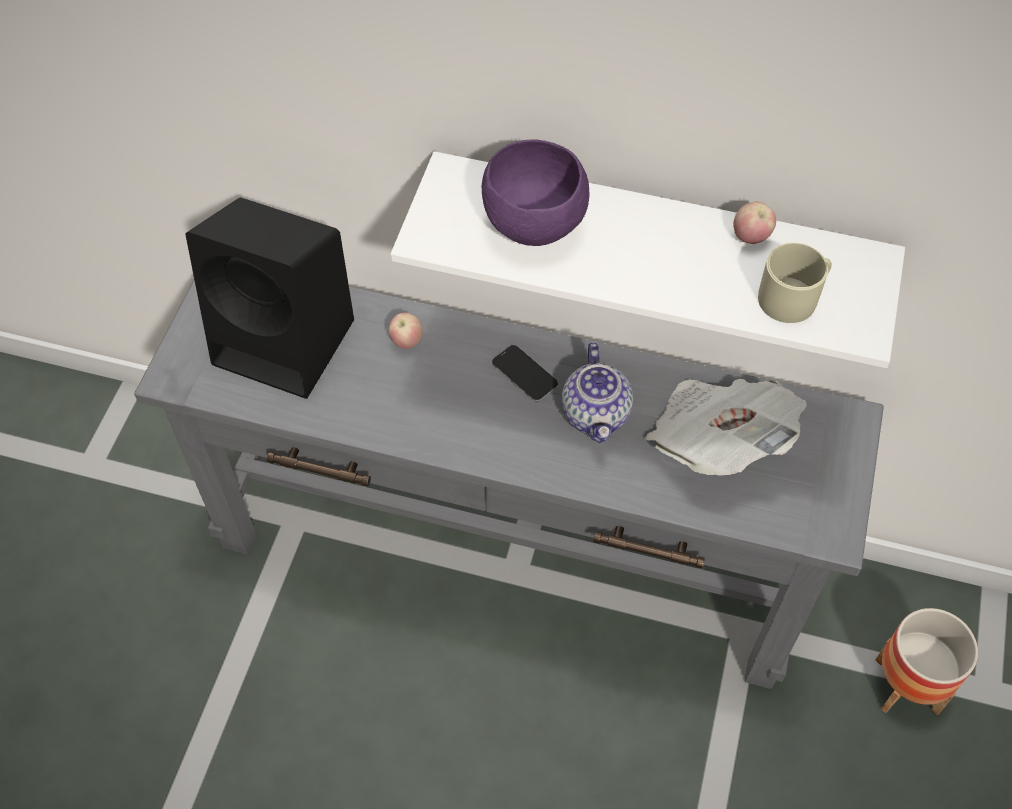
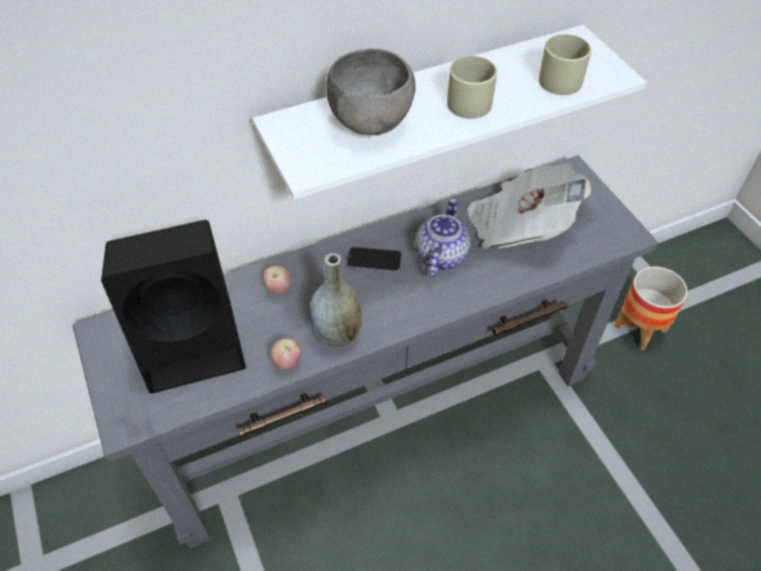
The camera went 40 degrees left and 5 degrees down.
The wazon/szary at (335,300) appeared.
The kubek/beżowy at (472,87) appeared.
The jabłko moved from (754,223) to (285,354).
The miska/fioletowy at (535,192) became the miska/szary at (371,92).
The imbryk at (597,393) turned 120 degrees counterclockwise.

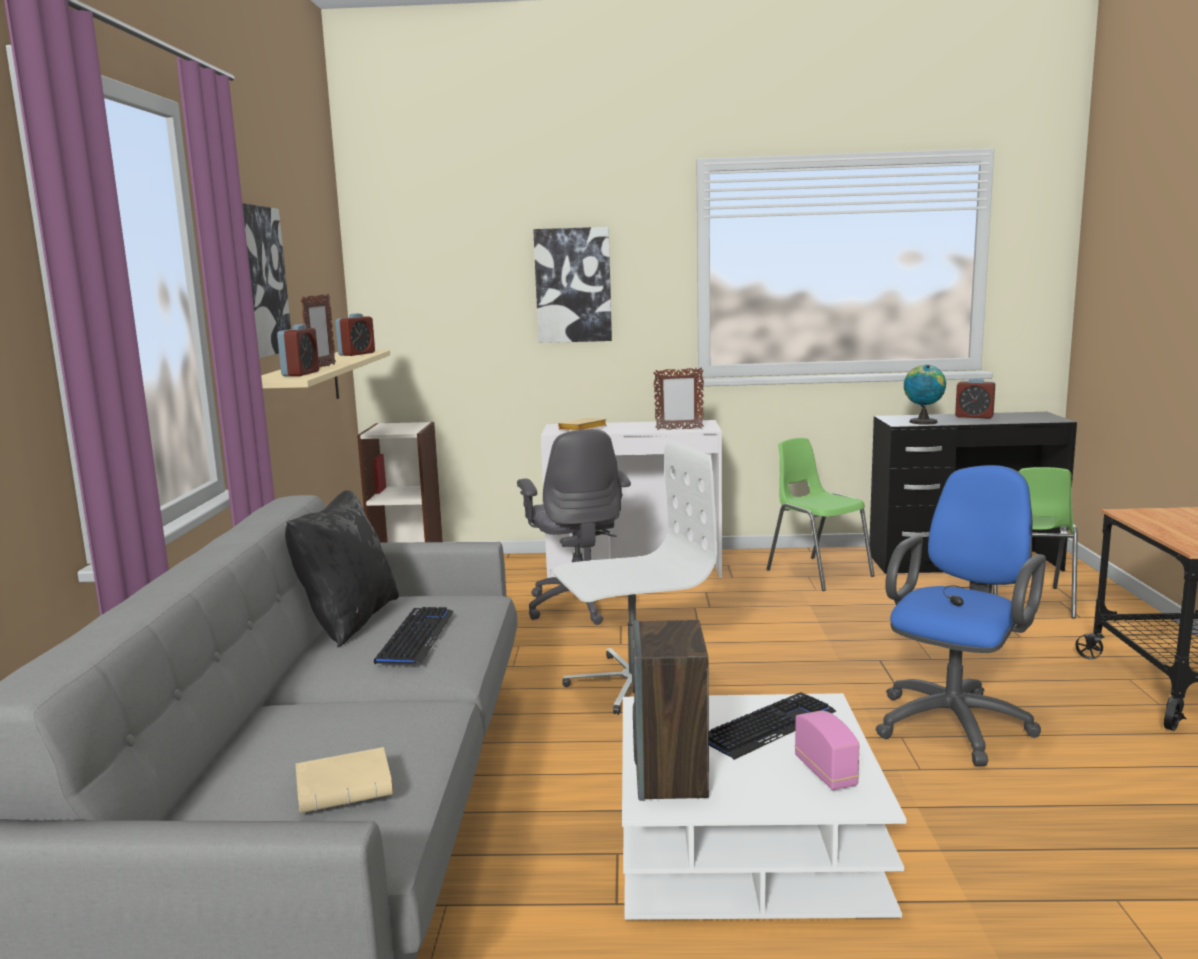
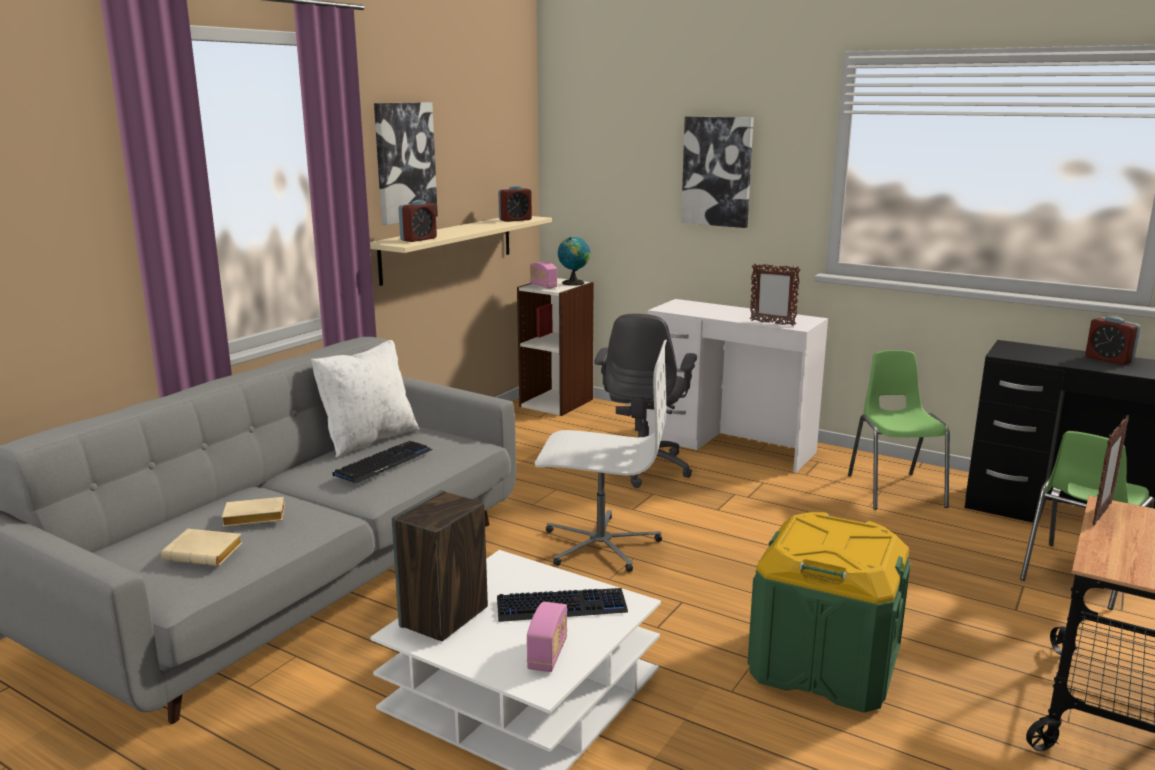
The camera went 30 degrees right and 5 degrees up.
The radio at (543,275) appeared.
The ramka na zdjęcie moved from (318,330) to (1111,470).
The książka/beżowy moved from (582,424) to (253,512).
The globus moved from (925,395) to (574,261).
The krzesło biurowe/niebieski at (960,615) was replaced by the pojemnik do przechowywania/zielony at (829,612).
The poduszka/czarny at (342,568) became the poduszka/biały at (365,399).

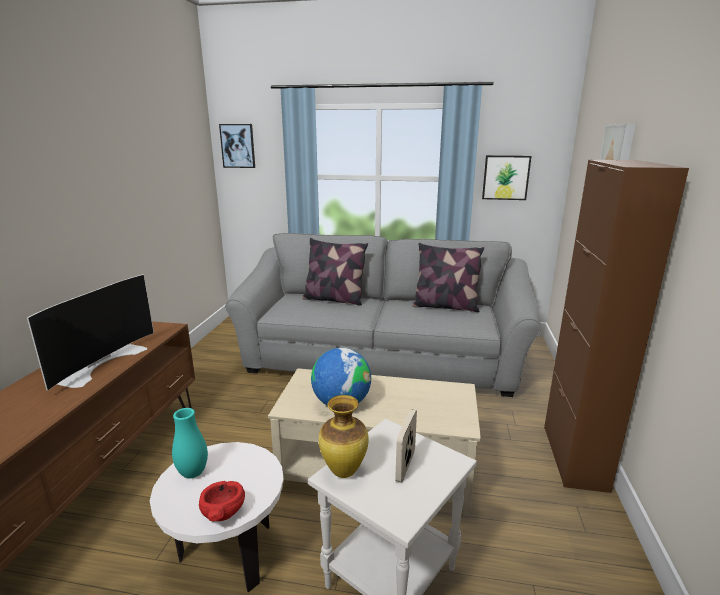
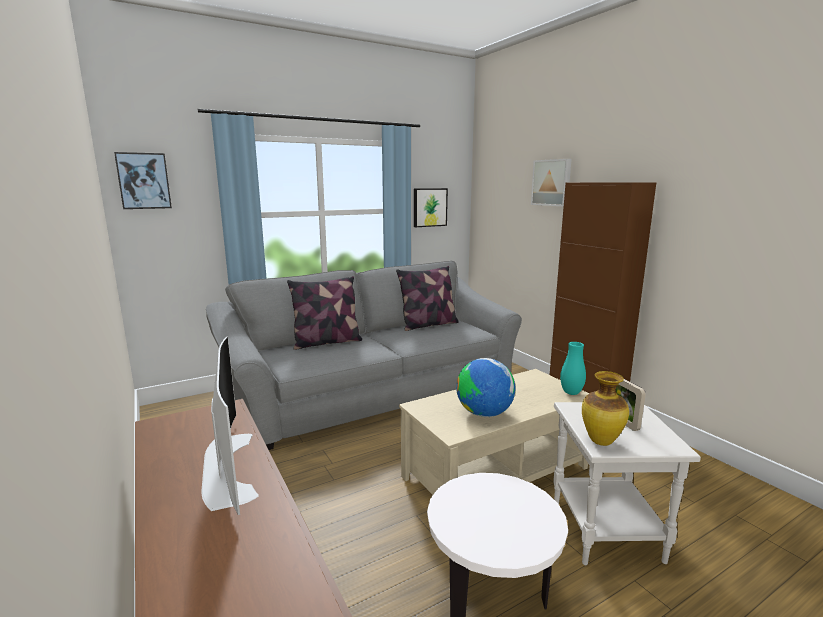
The camera went 40 degrees left and 5 degrees down.
The miska/czerwony at (222,501) disappeared.
The wazon/turkusowy moved from (190,443) to (573,368).

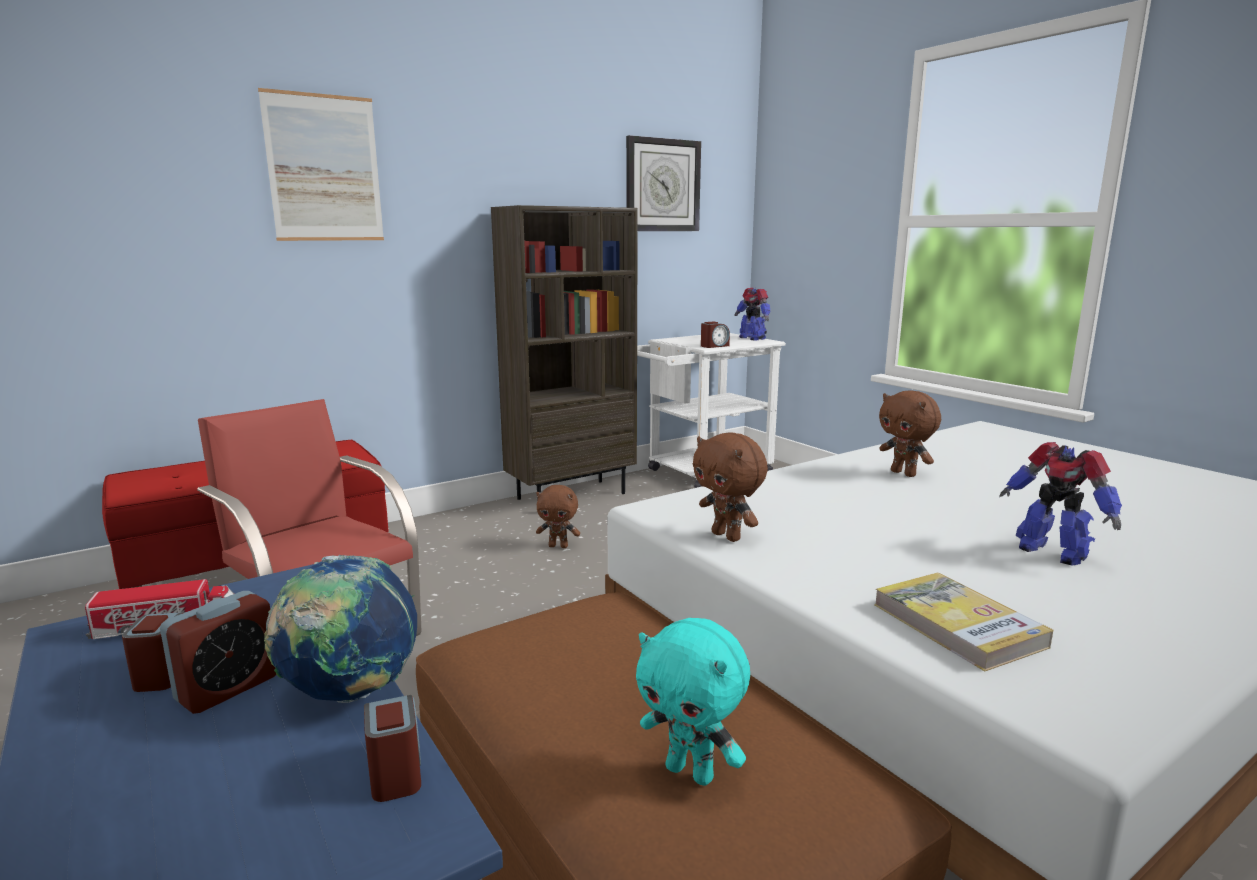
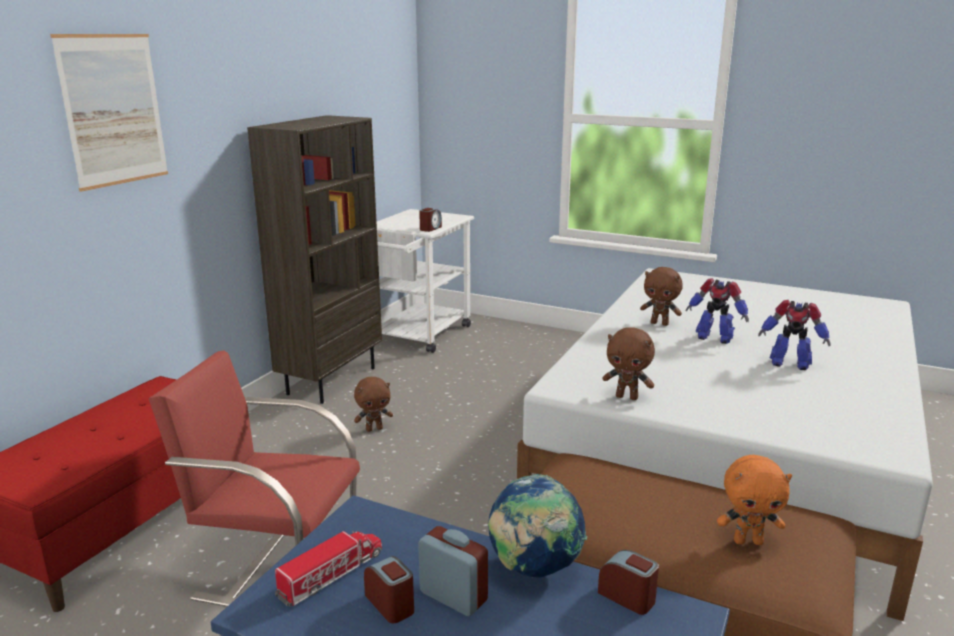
The camera went 30 degrees left and 5 degrees up.
The zegar ścienny at (663,183) disappeared.
The książka at (963,622) disappeared.
The robot zabawkowy moved from (752,313) to (717,311).
The pluszak/turkusowy at (693,702) became the pluszak/pomarańczowy at (754,500).
The budzik at (218,652) turned 60 degrees counterclockwise.

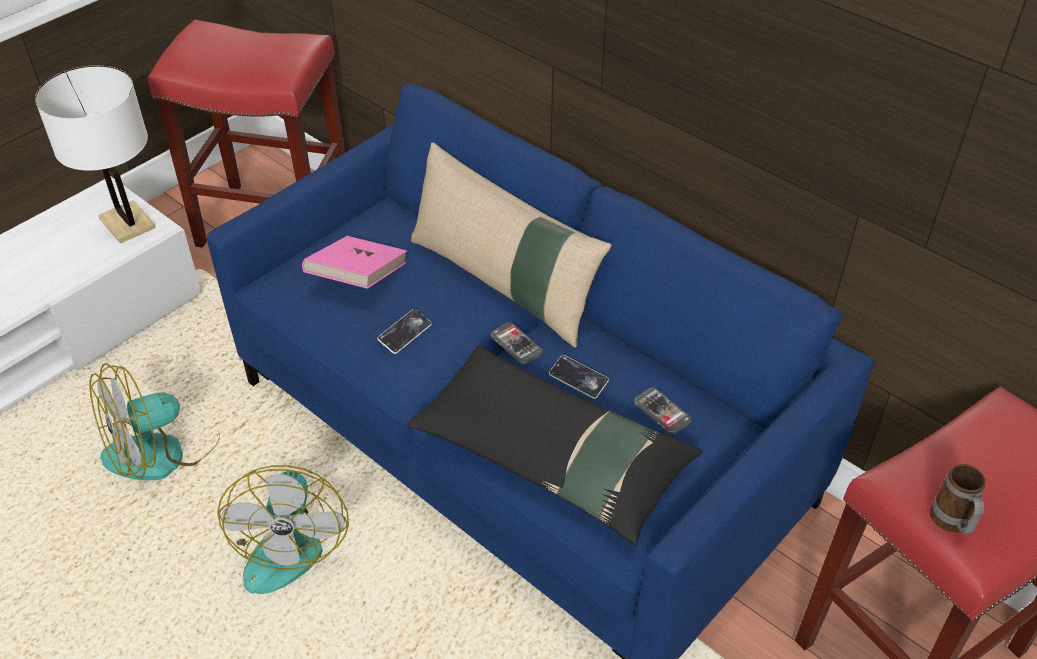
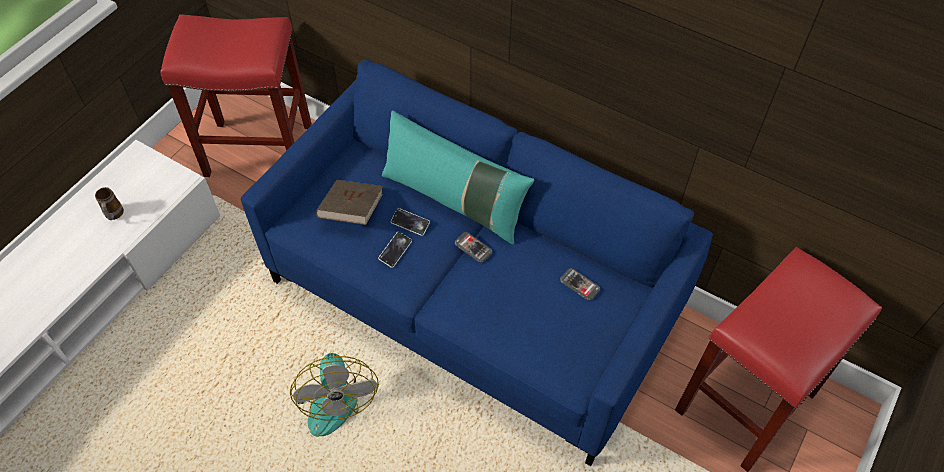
The camera went 10 degrees left and 10 degrees up.
The lampa stołowa/biały at (95,154) disappeared.
The wentylator at (154,421) disappeared.
The poduszka/czarny at (554,445) disappeared.
The telefon moved from (579,377) to (410,222).
The kubek moved from (958,499) to (109,203).
The książka/różowy at (354,262) became the książka/brązowy at (349,202).
The poduszka/beżowy at (511,245) became the poduszka/turkusowy at (458,178).

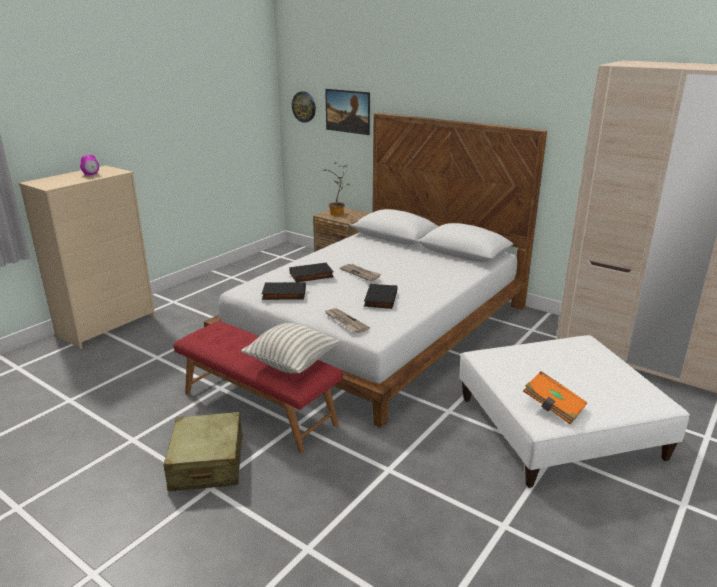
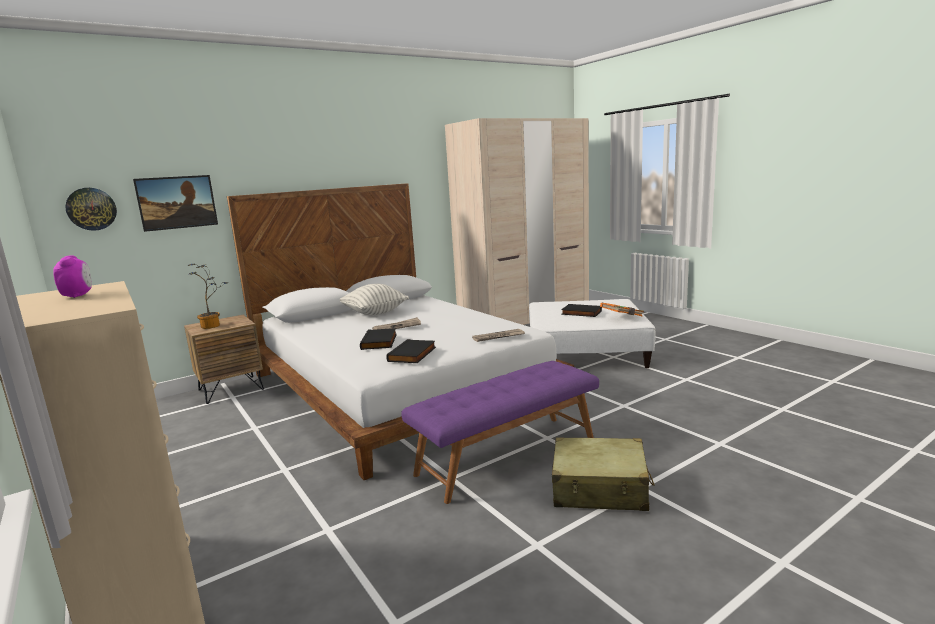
The camera went 70 degrees left and 10 degrees down.
The poduszka moved from (290,348) to (374,299).
The książka/czarny moved from (381,296) to (581,310).
The ławka/czerwony at (258,387) became the ławka/fioletowy at (500,432).

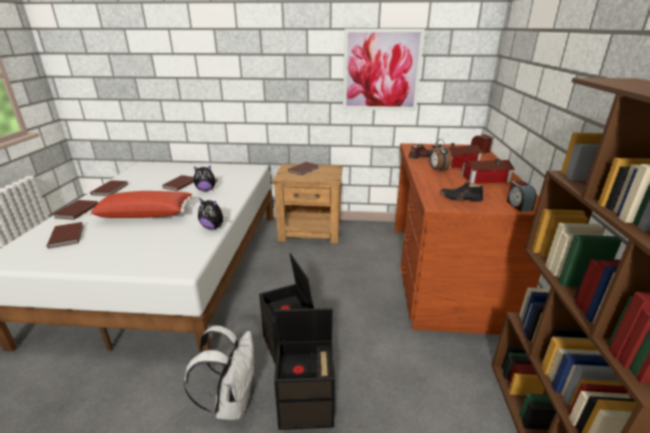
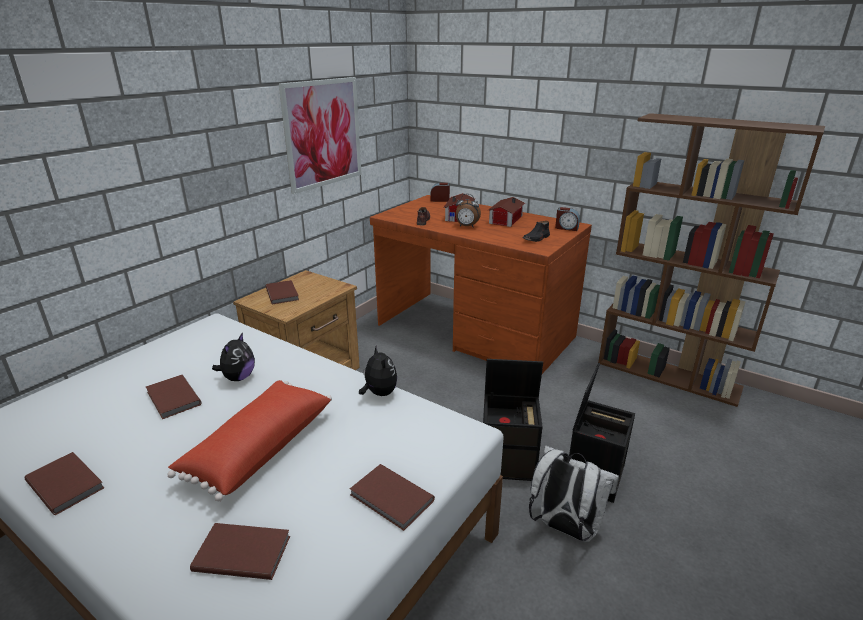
The camera went 60 degrees left and 0 degrees up.
The książka/brązowy moved from (76,210) to (392,497).
The pluszak at (213,214) turned 75 degrees counterclockwise.

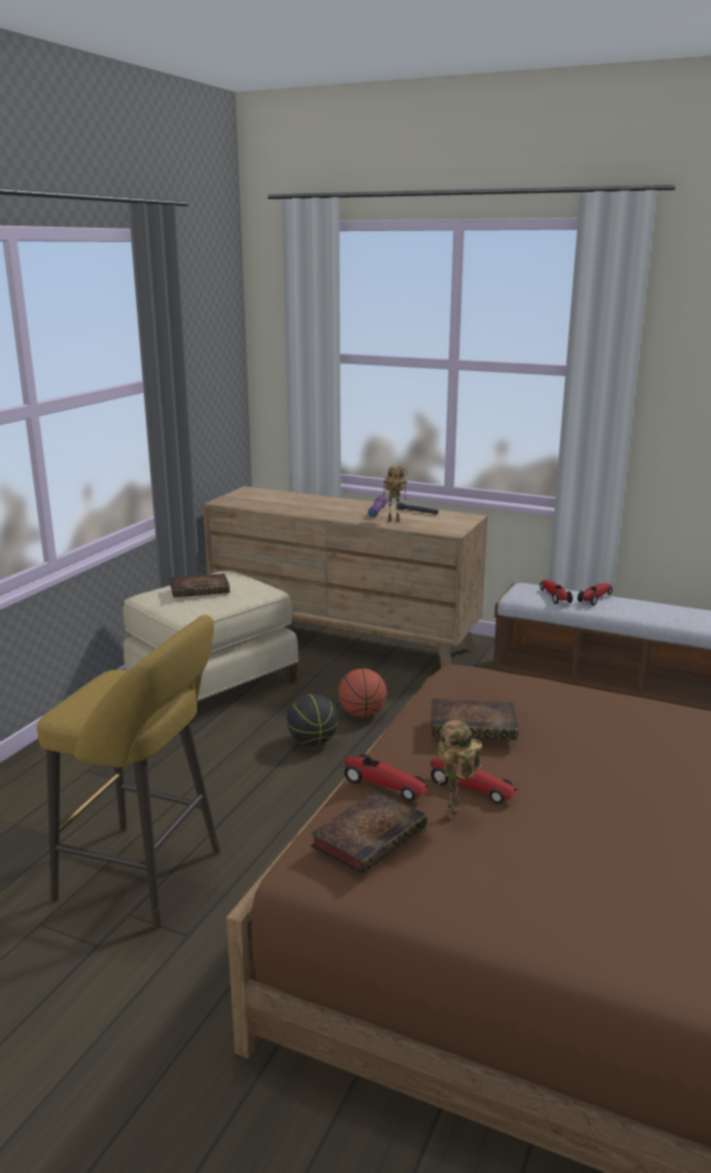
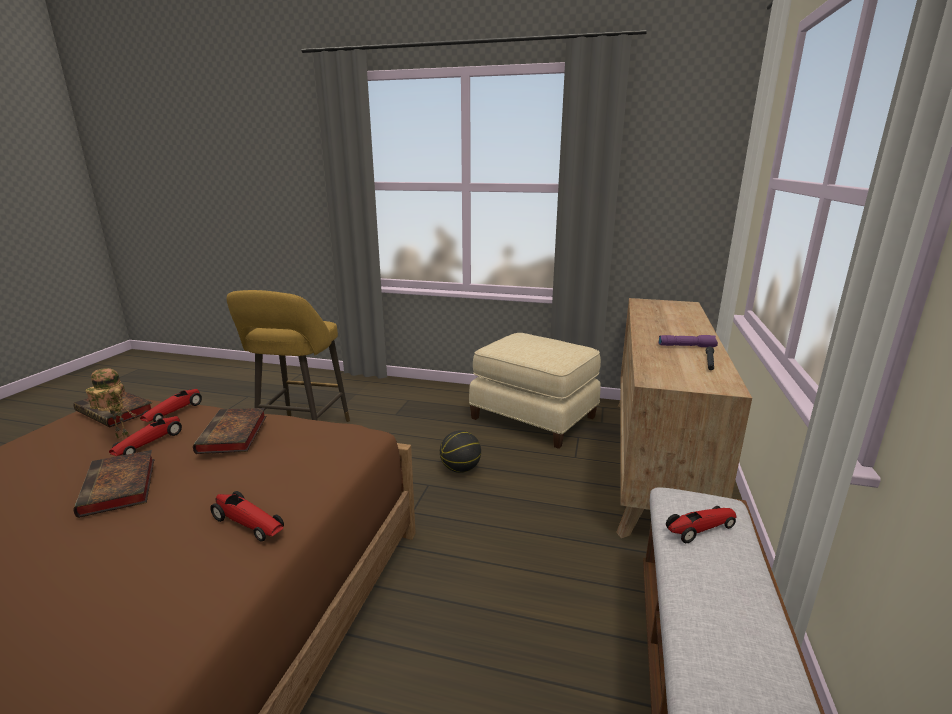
The camera went 80 degrees right and 0 degrees up.
The piłka do koszykówki at (362,693) disappeared.
The robot zabawkowy at (395,494) disappeared.
The książka moved from (200,585) to (113,484).
The samochodzik moved from (595,594) to (247,516).

